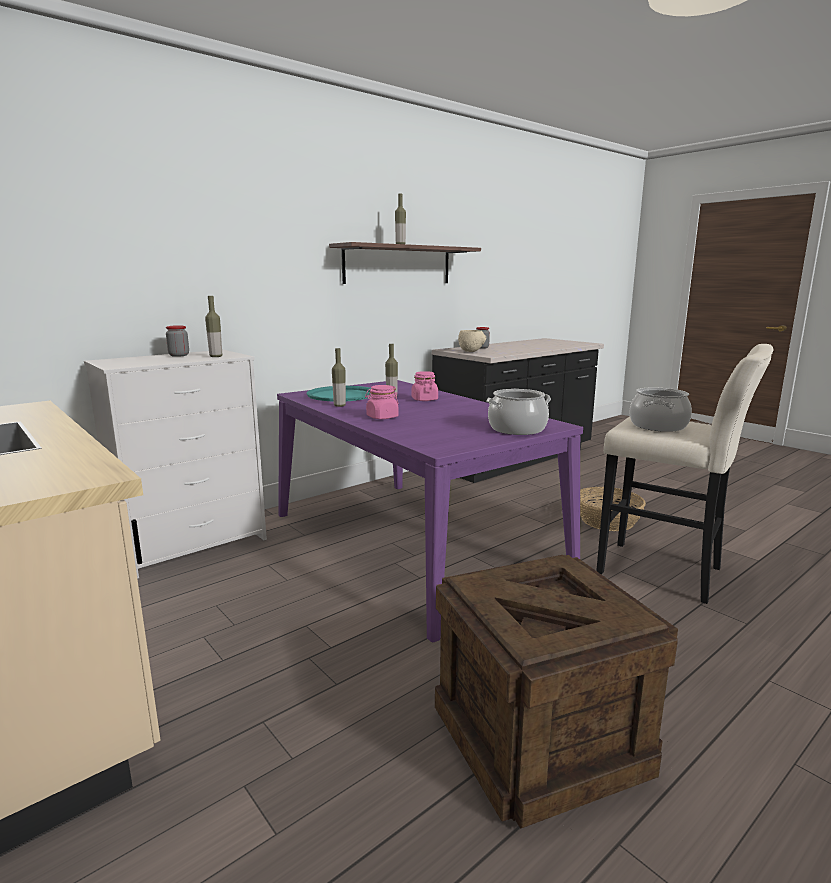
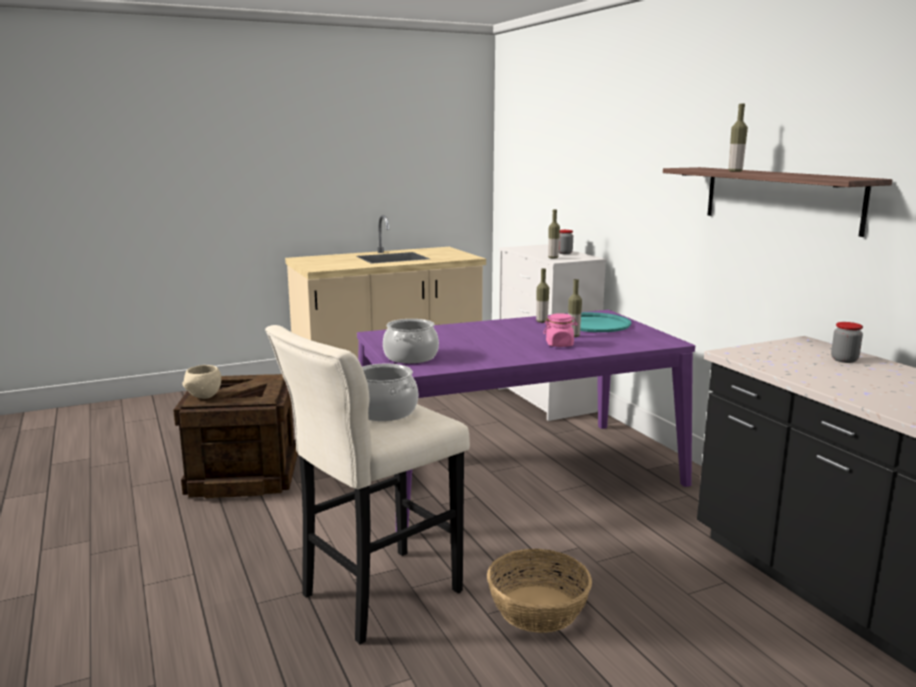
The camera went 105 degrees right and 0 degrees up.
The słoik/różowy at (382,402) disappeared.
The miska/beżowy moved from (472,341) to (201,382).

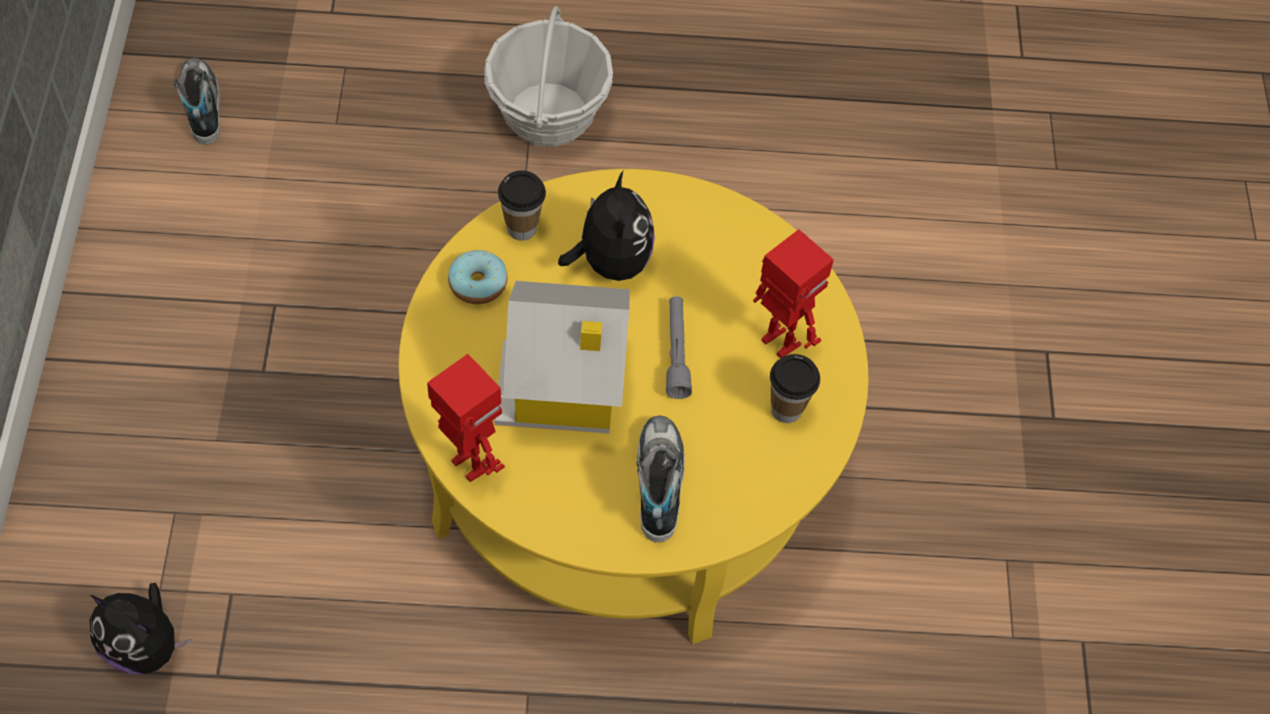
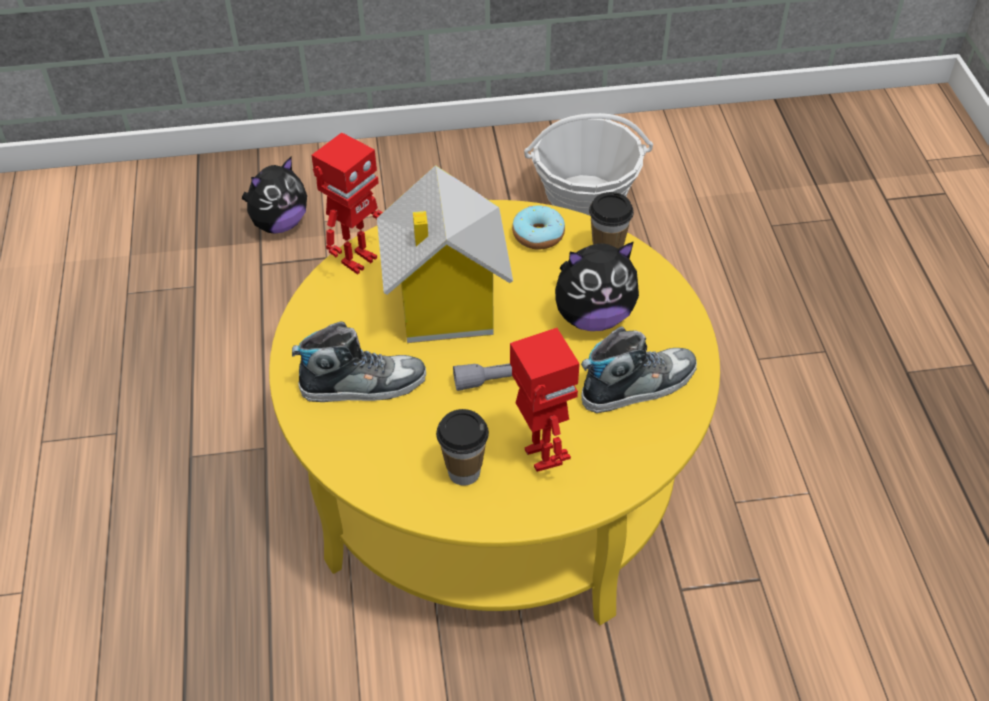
The camera went 85 degrees right and 10 degrees down.
The but moved from (196,101) to (639,370).
The koszyk moved from (548,76) to (588,164).
The pluszak at (140,629) turned 150 degrees counterclockwise.
The robot zabawkowy at (793,293) turned 60 degrees counterclockwise.

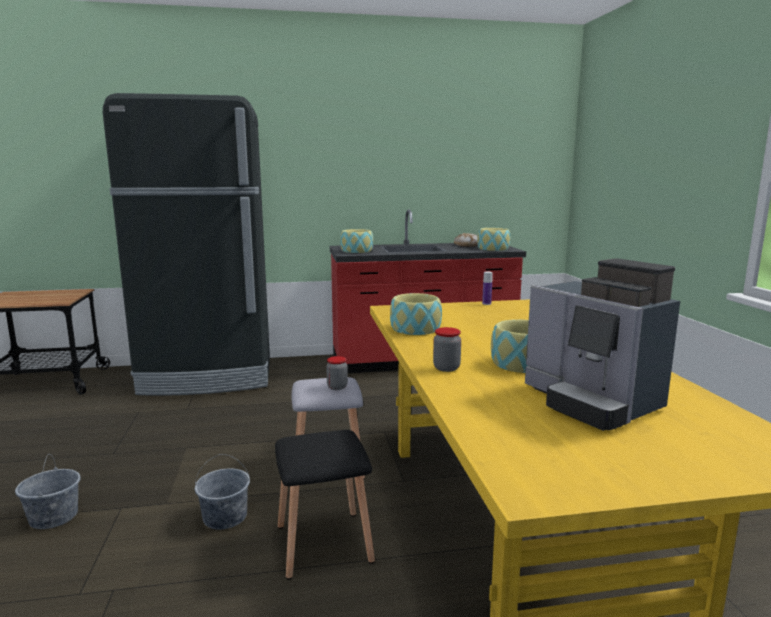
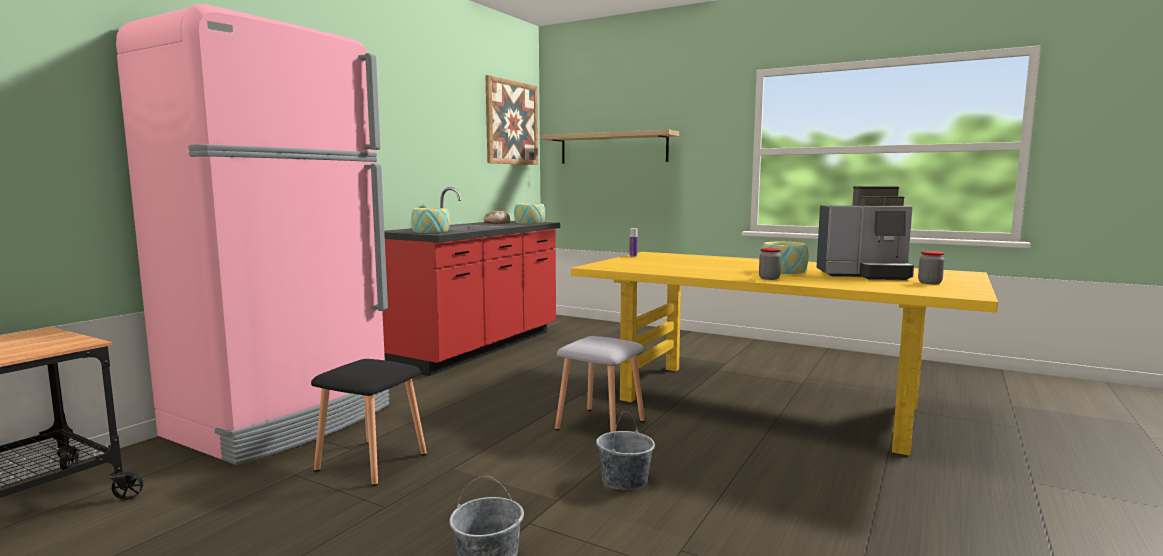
The camera went 50 degrees left and 5 degrees down.
The miska at (416,314) disappeared.
The obraz at (511,120) appeared.
The półka at (609,147) appeared.
The stołek/czarny moved from (325,505) to (369,422).
The słoik moved from (337,373) to (931,267).
The lodówka/czarny at (186,244) became the lodówka/różowy at (253,234).

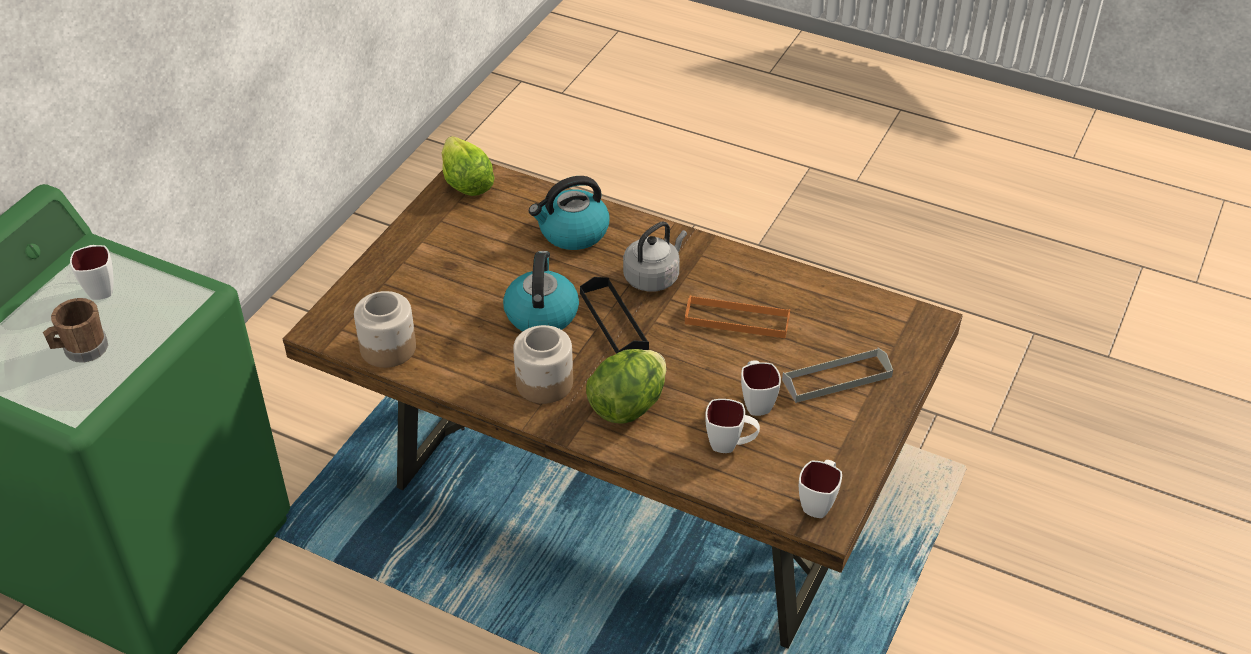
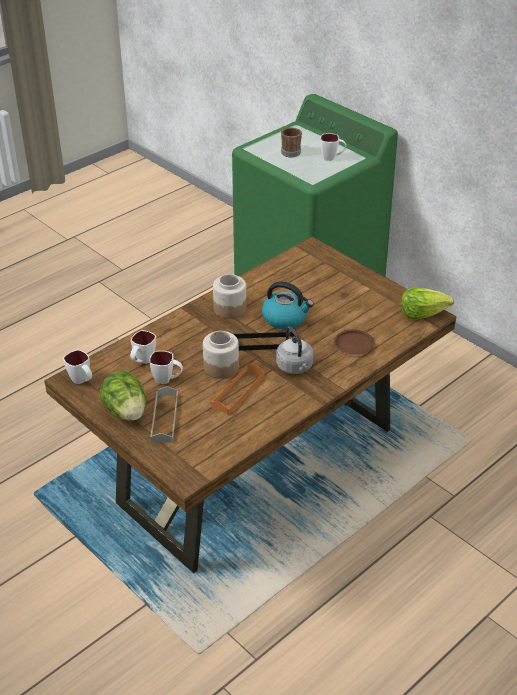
The camera went 110 degrees right and 5 degrees down.
The słoik moved from (385,329) to (221,355).
The sałata moved from (626,386) to (123,396).
The czajnik at (569,213) was replaced by the talerz/brązowy at (354,342).

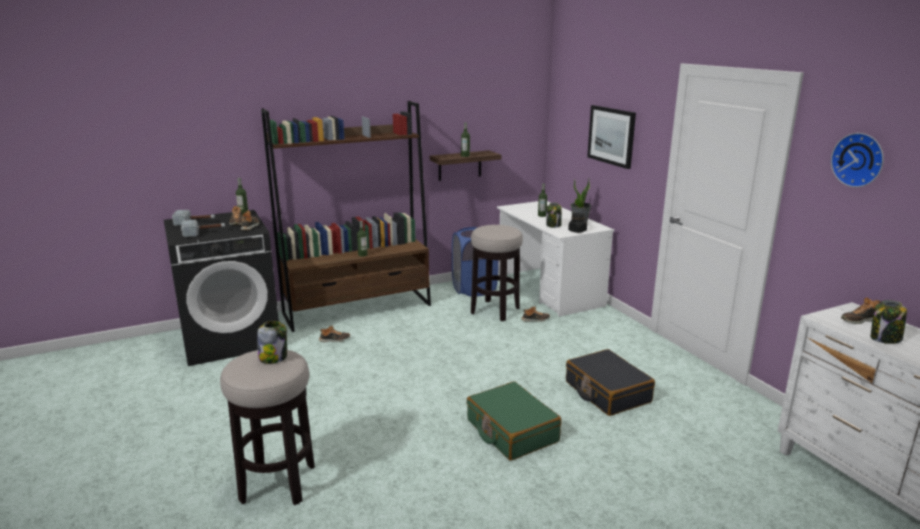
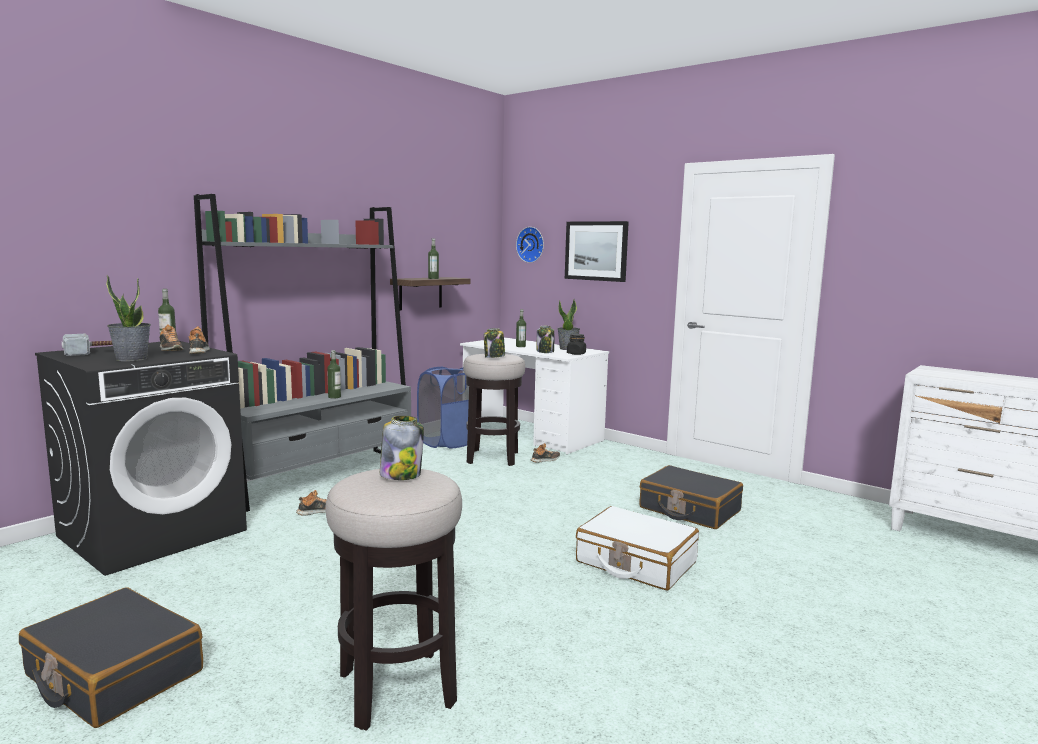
The camera went 25 degrees left and 10 degrees down.
The but at (861,311) disappeared.
The walizka/czarny at (111,657) appeared.
The zegar ścienny moved from (857,160) to (530,245).
The słoik moved from (889,322) to (494,343).
The młotek at (203,228) was replaced by the roślina doniczkowa at (128,318).
The regał/brązowy at (346,216) became the regał/szary at (302,353).
The walizka/zielony at (514,421) became the walizka/biały at (637,548).

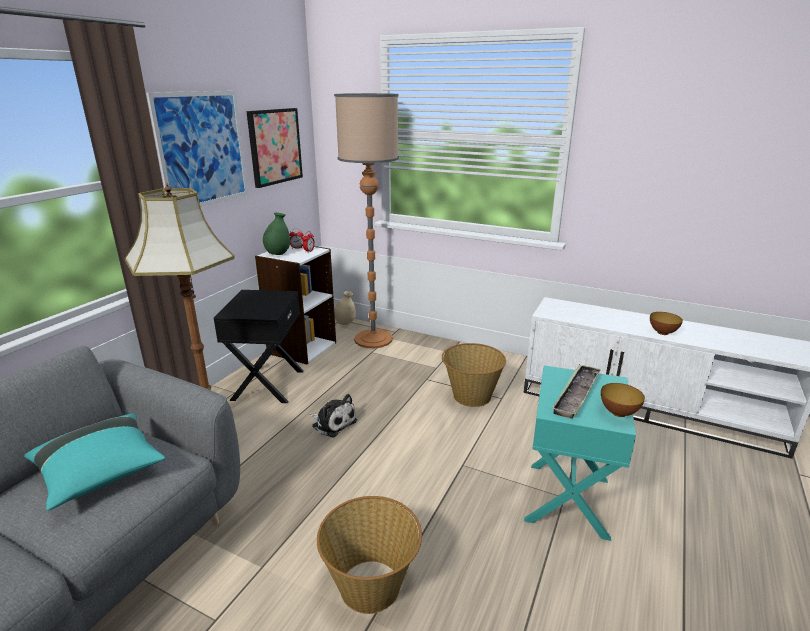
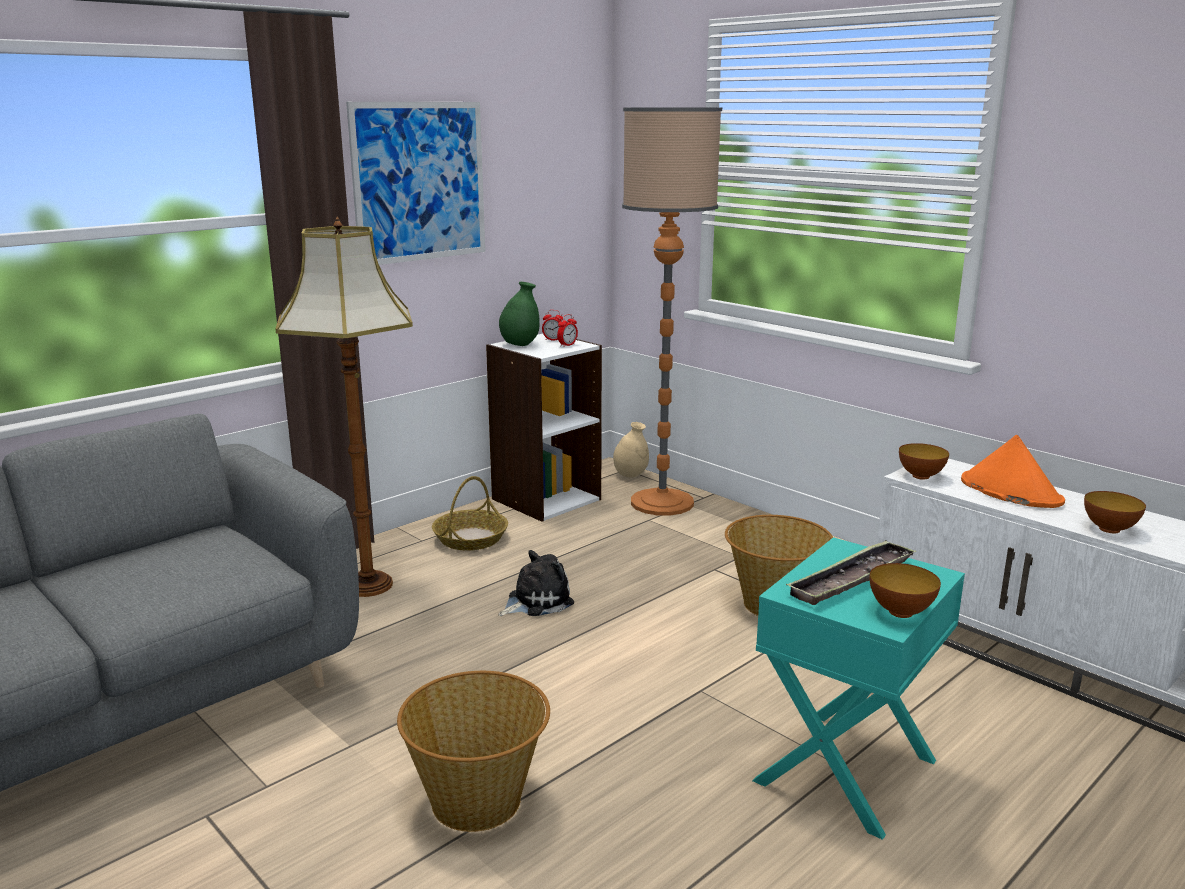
The camera went 20 degrees right and 5 degrees down.
The poduszka/turkusowy at (95,462) disappeared.
The obraz at (274,148) disappeared.
The miska at (924,461) appeared.
The kapelusz/pomarańczowy at (1013,471) appeared.
The stolik/czarny at (259,346) was replaced by the koszyk at (470,513).
The pluszak at (333,415) turned 90 degrees counterclockwise.

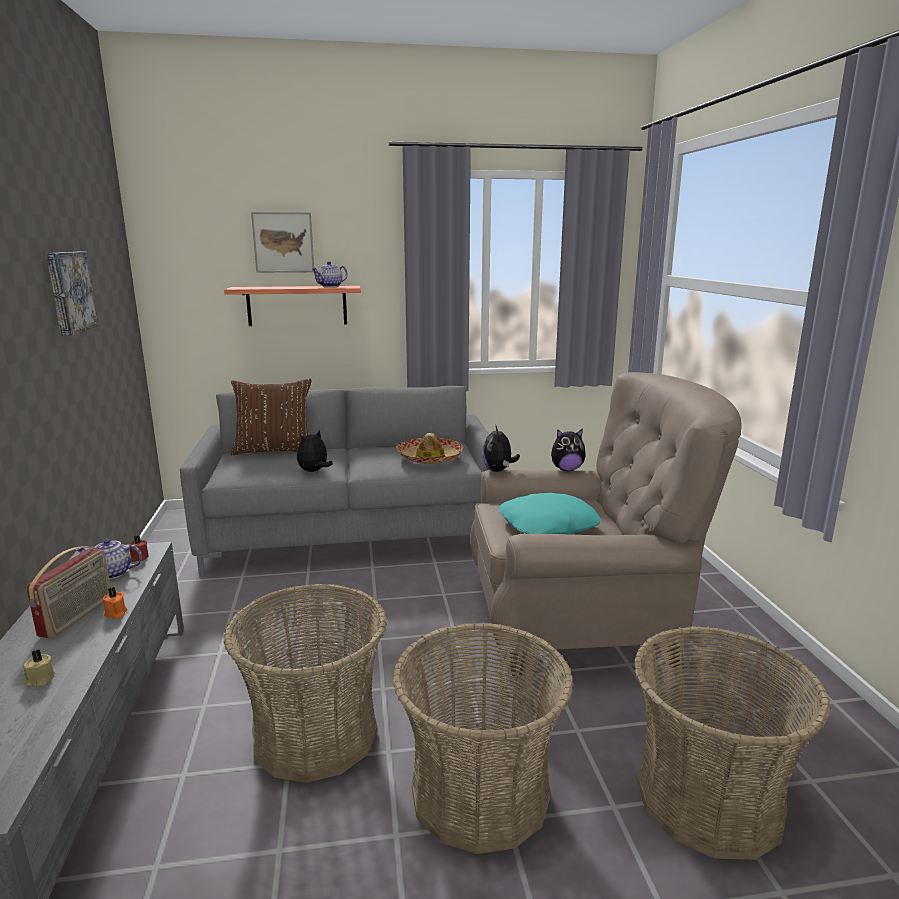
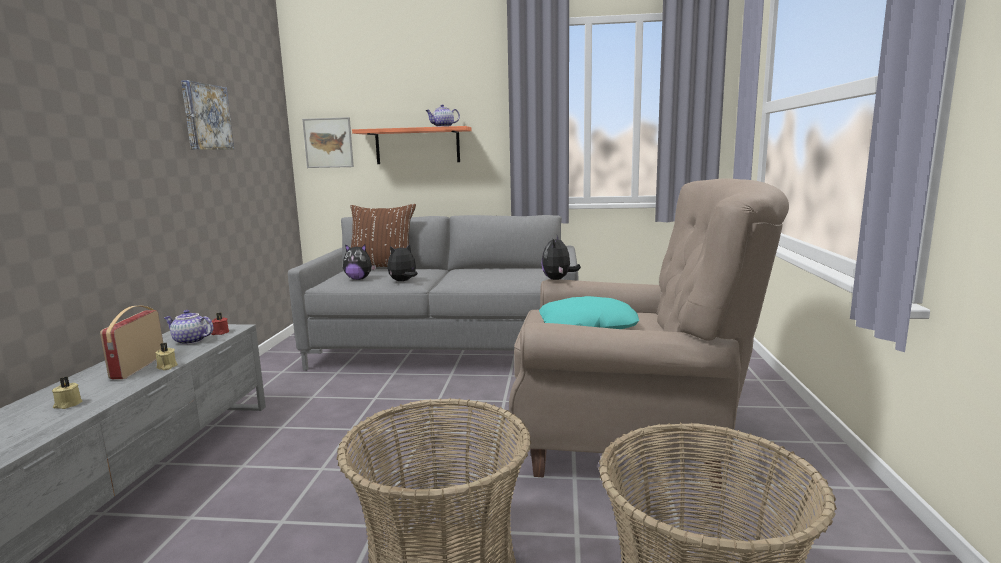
The camera went 15 degrees right and 5 degrees down.
The koszyk at (305,683) disappeared.
The kapelusz at (430,448) disappeared.
The obraz moved from (282,242) to (328,142).
The pluszak moved from (568,450) to (359,262).
The świeca/pomarańczowy at (115,603) became the świeca/beżowy at (167,356).
The radio at (68,592) turned 150 degrees clockwise.

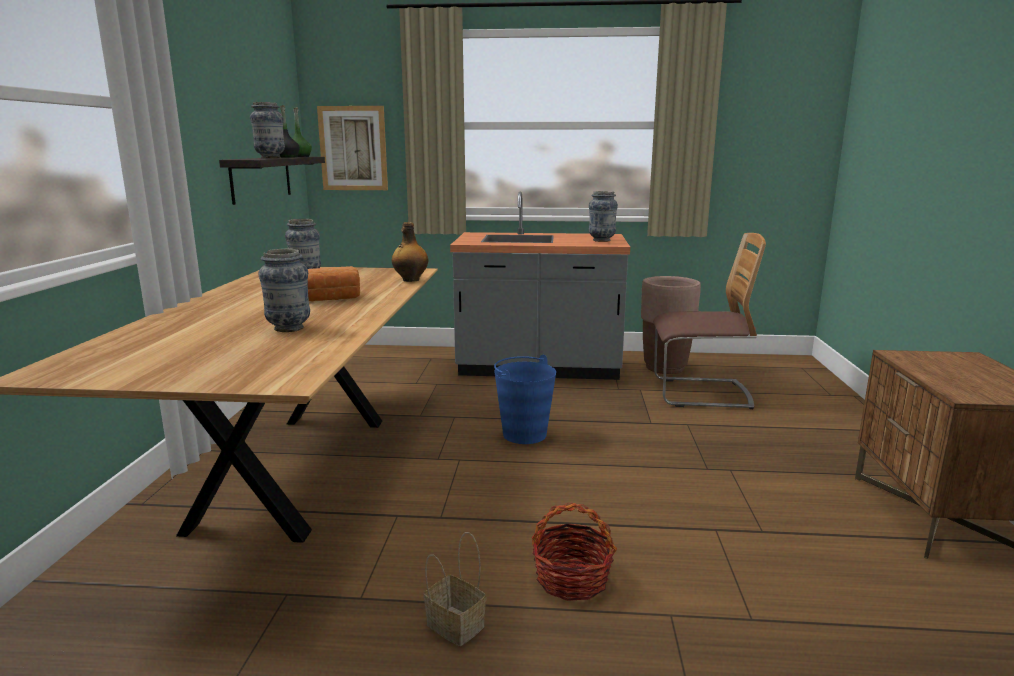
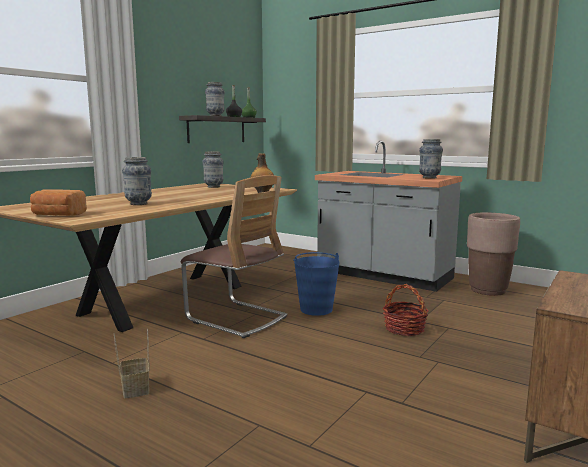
The camera went 30 degrees right and 5 degrees down.
The obraz at (352,148) disappeared.
The chleb moved from (334,284) to (58,202).
The koszyk moved from (574,551) to (405,310).
The krzesło moved from (709,321) to (234,256).

